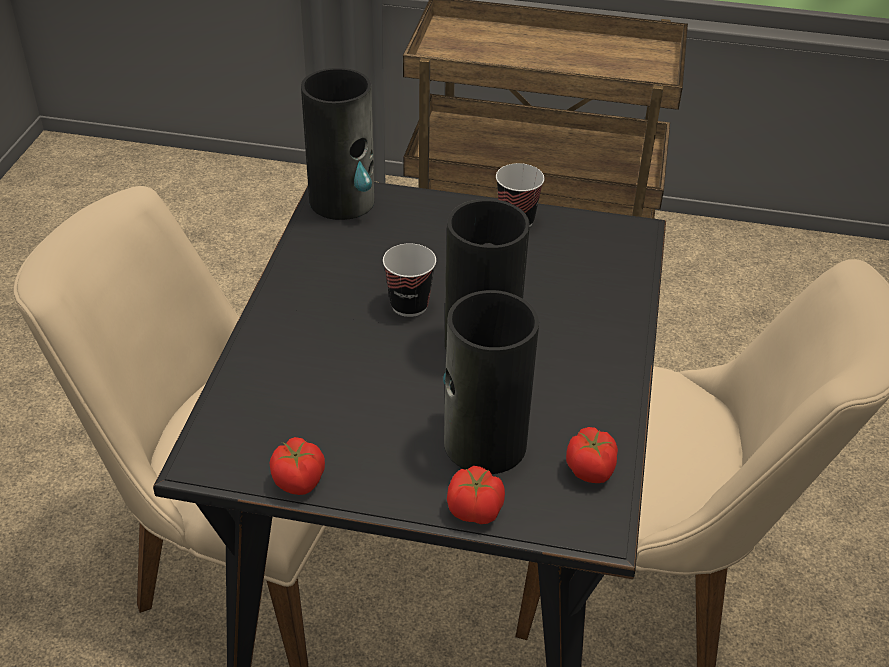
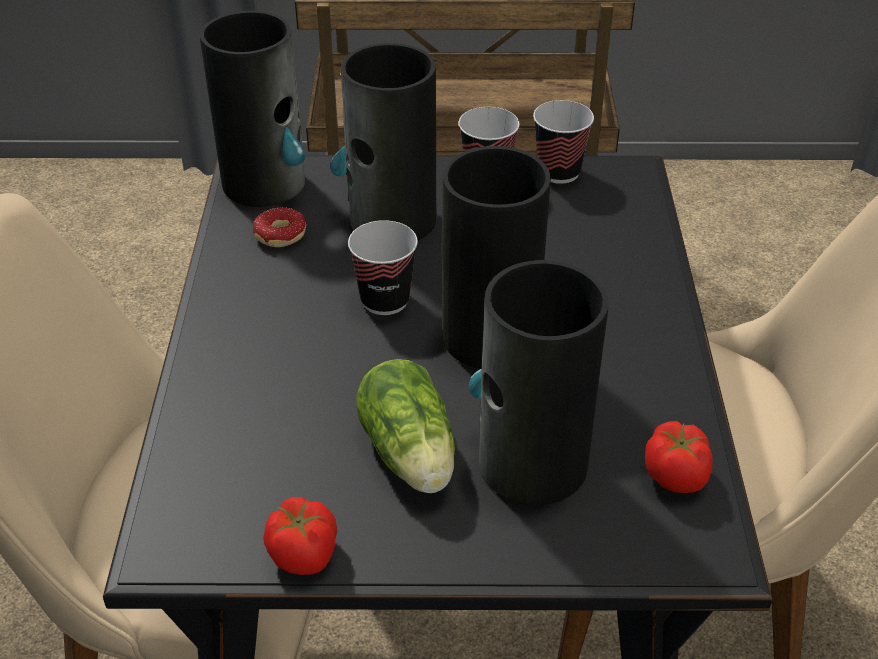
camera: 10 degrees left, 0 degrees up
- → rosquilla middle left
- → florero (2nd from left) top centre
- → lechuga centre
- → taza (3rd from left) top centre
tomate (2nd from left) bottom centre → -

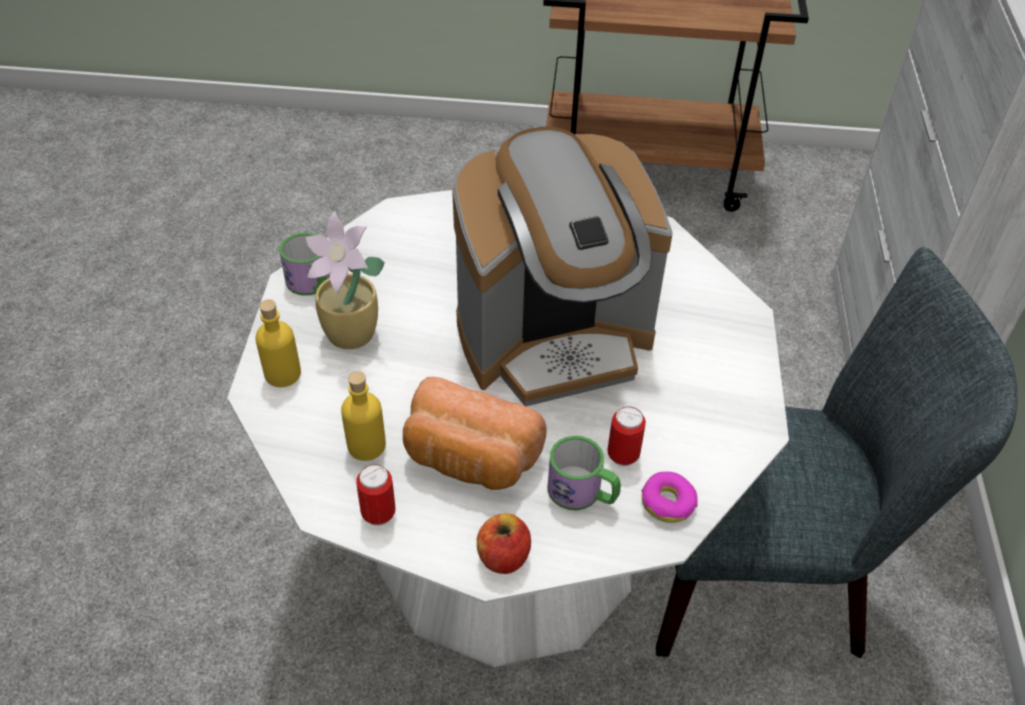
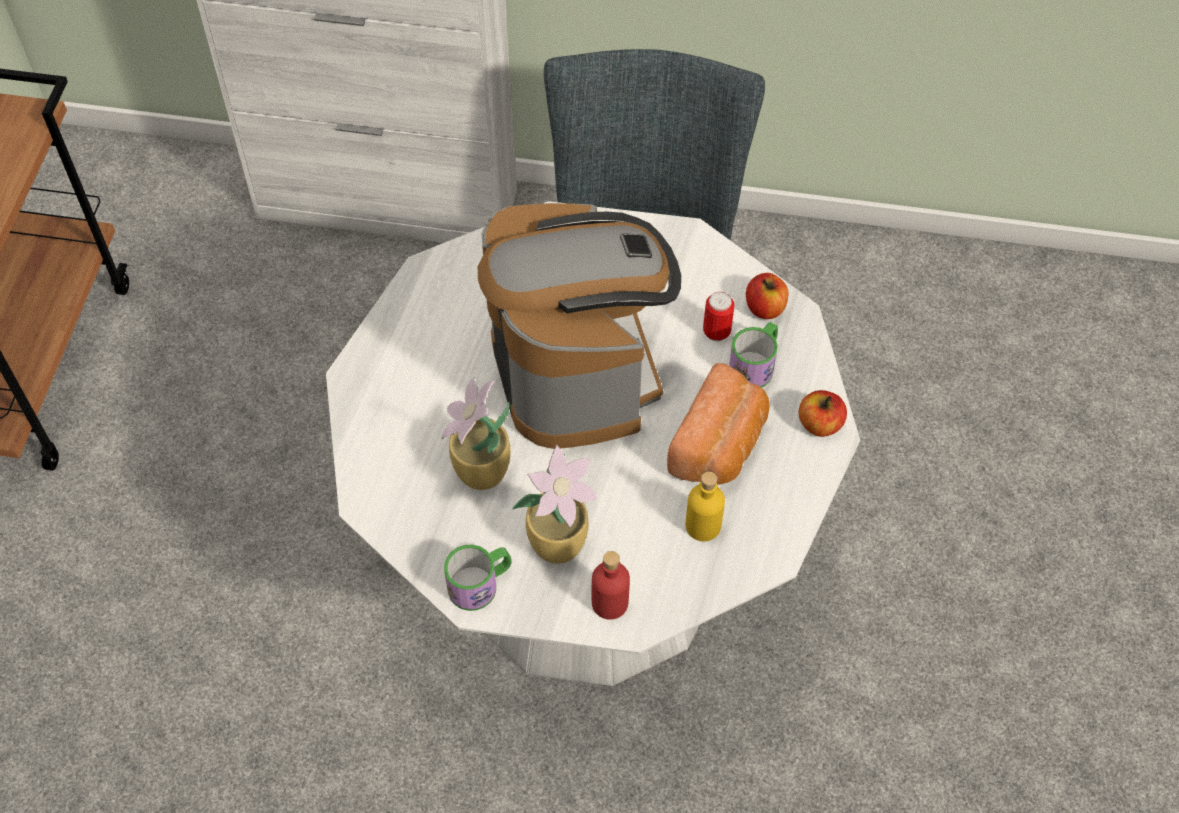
camera: 85 degrees left, 10 degrees up
- → planta en maceta (1st from left) centre
botella (amarillo) (1st from left) middle left → botella (rojo) bottom centre
rosquilla bottom centre → manzana (1st from left) centre
lata (1st from left) bottom centre → -

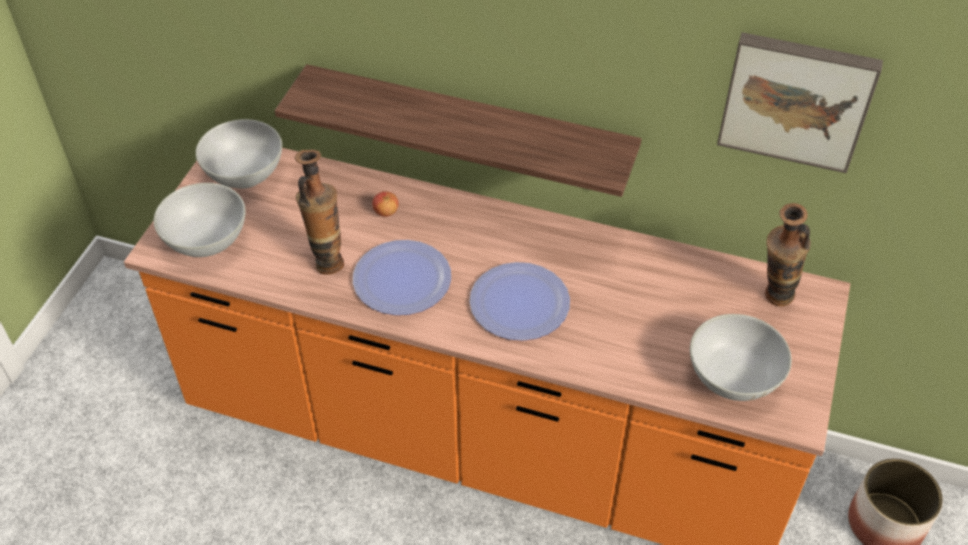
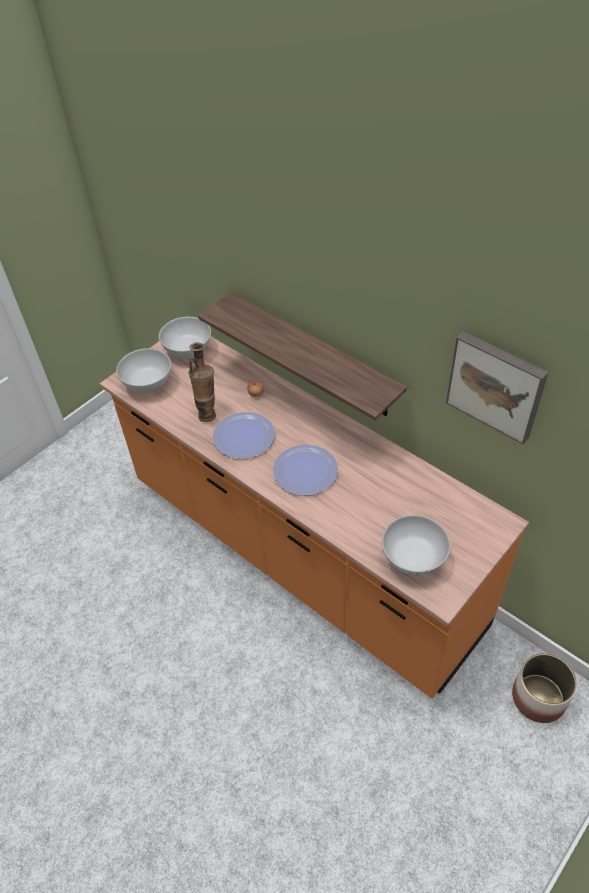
camera: 25 degrees right, 0 degrees up
florero (2nd from left) middle right → -

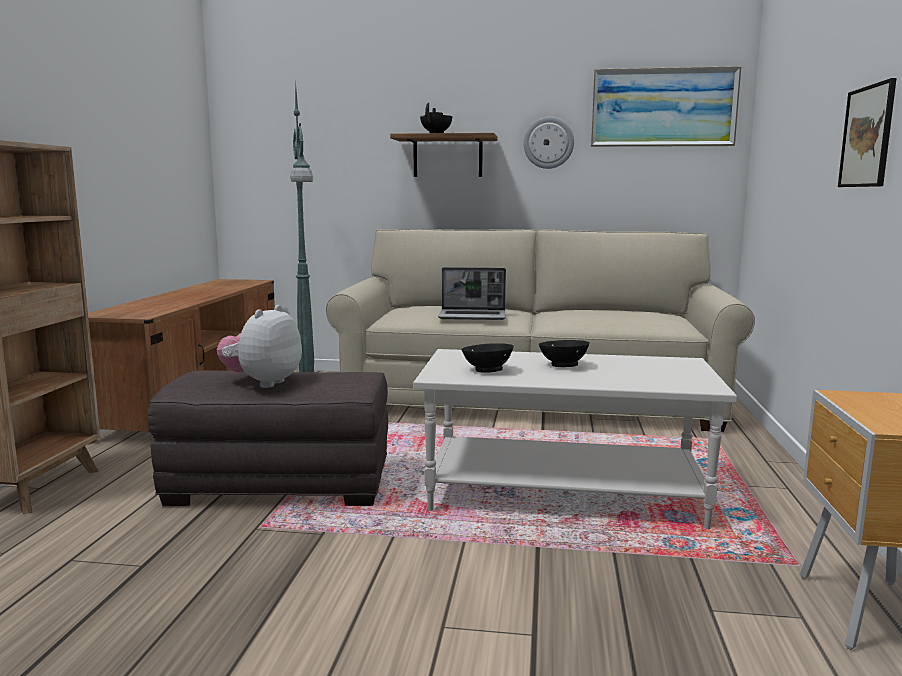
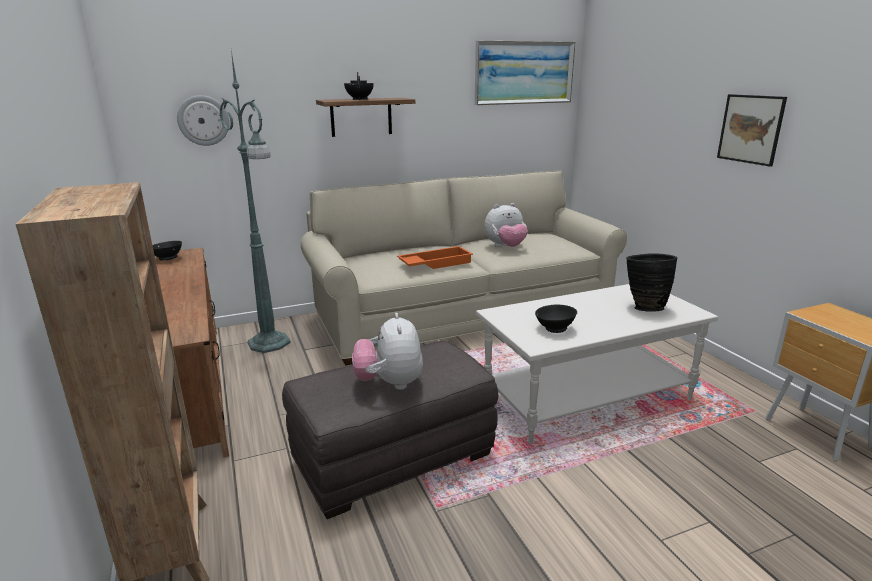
camera: 30 degrees left, 10 degrees up
cuenco (negro) (2nd from left in the first image) centre → cuenco (negro) (1st from left) middle left, move
reloj de pared top centre → reloj de pared top left, move
portátil centre → bandeja (naranja) centre
- → peluche (2nd from left) centre
- → florero (negro) middle right

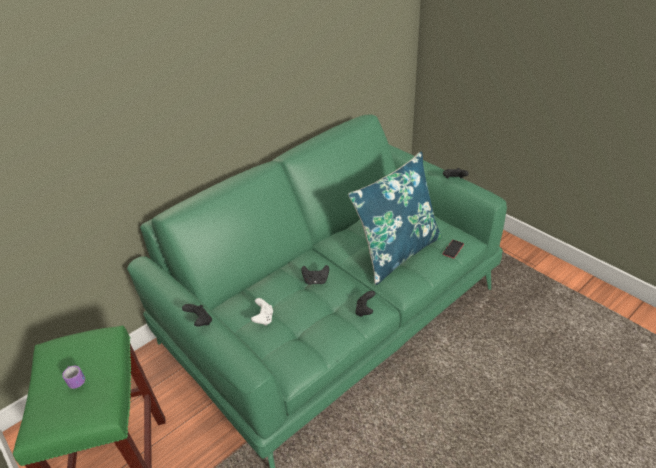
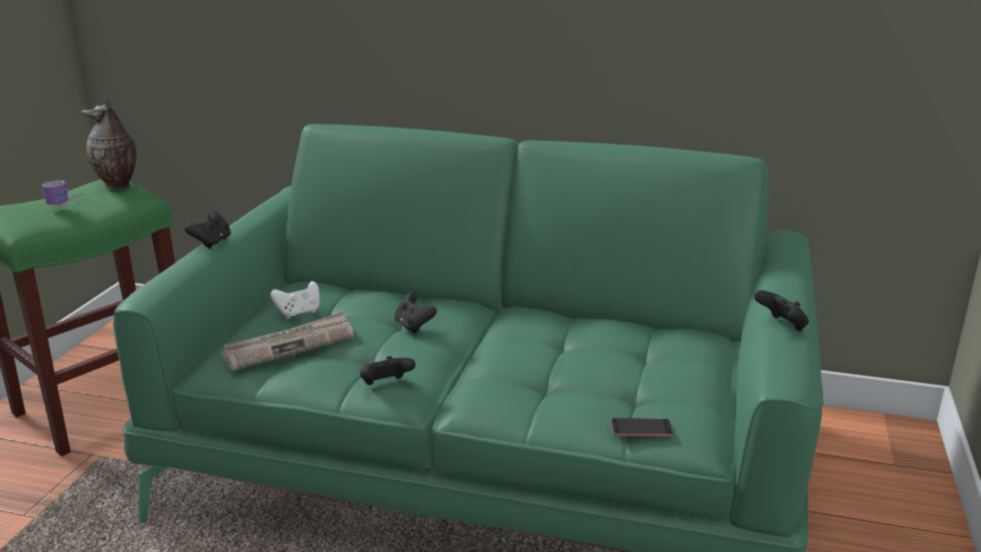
camera: 55 degrees right, 15 degrees down
- → florero top left
- → periódico middle left
cojín (azul) centre → -

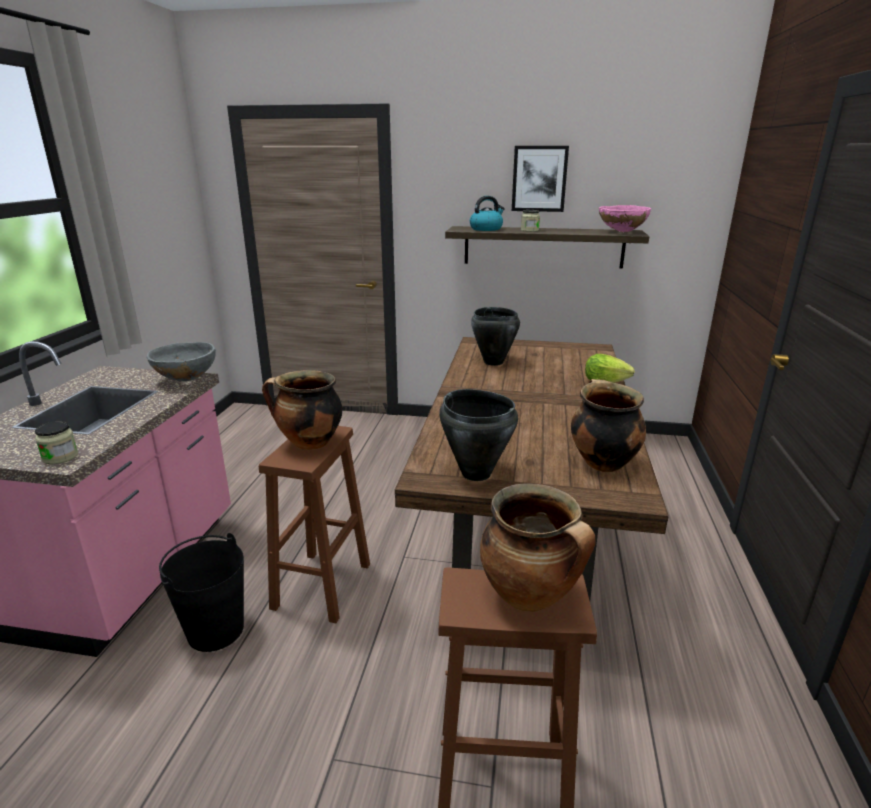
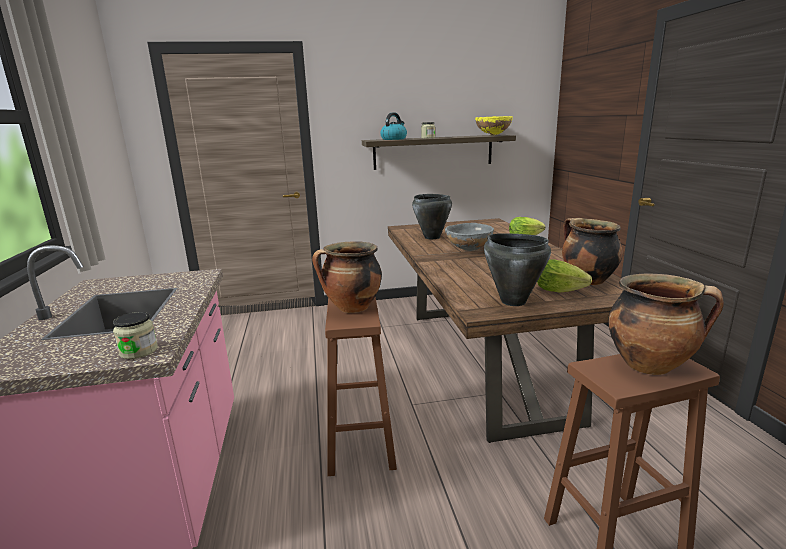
camera: 20 degrees left, 5 degrees down
cuenco (gris) middle left → cuenco (gris) centre, move
cuenco (rosa) top right → cuenco (amarillo) top centre
- → lechuga (2nd from left) middle right
cubo (negro) bottom left → -
cuadro top centre → -

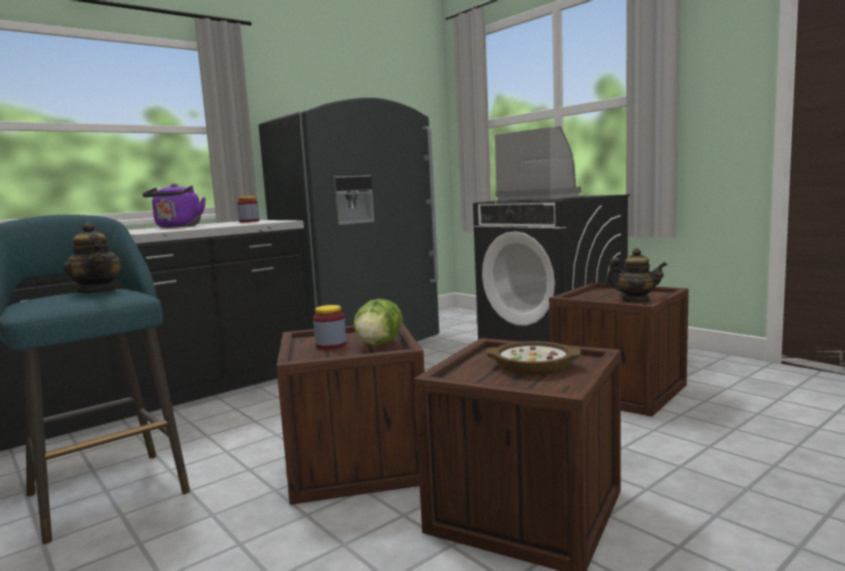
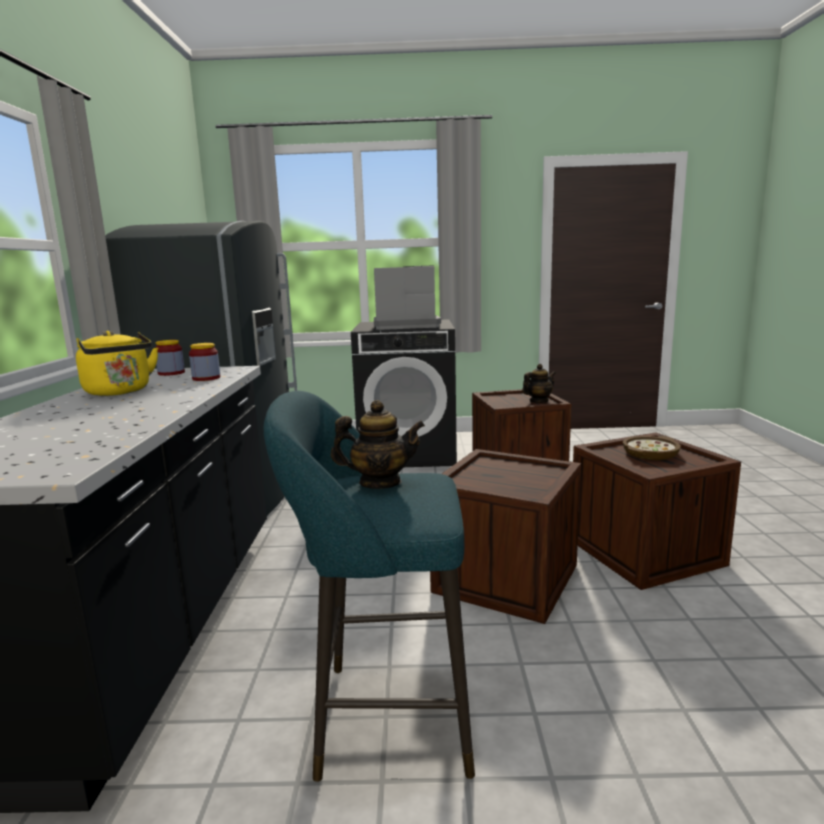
camera: 50 degrees left, 5 degrees up
hervidor (morado) middle left → hervidor (amarillo) middle left
tarro (2nd from left) centre → tarro (2nd from left) middle left, move
lechuga centre → -

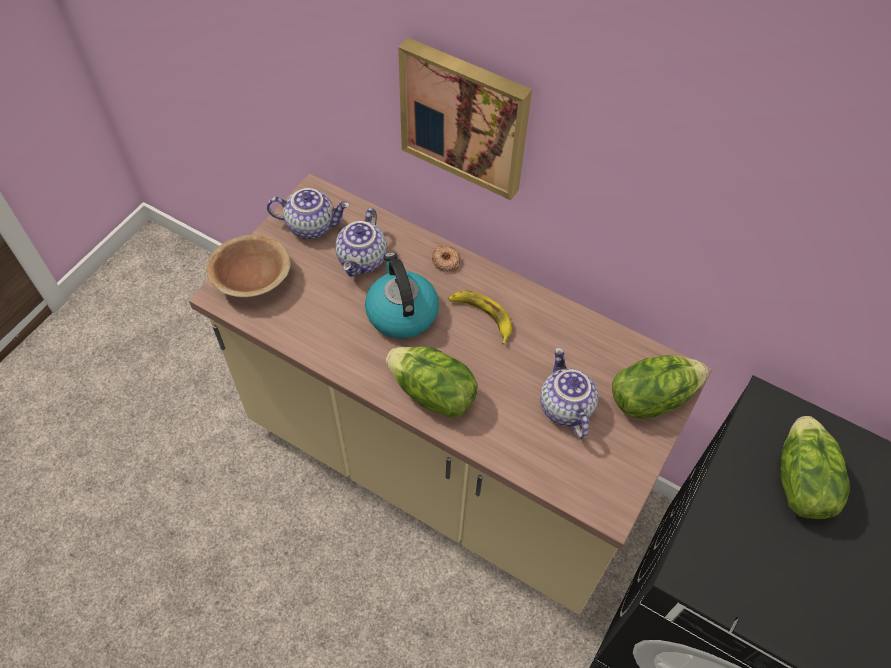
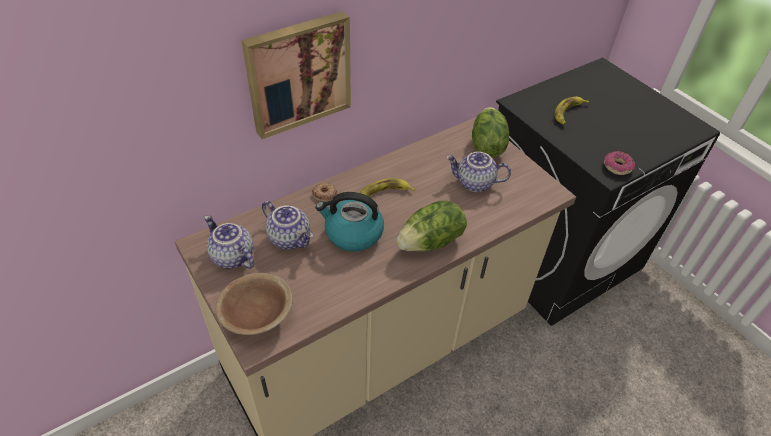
camera: 65 degrees left, 10 degrees down
tetera (1st from left) top centre → tetera (1st from left) middle left, 75 degrees counterclockwise
lechuga (3rd from left) bottom right → plátano (2nd from left) top right
- → rosquilla (2nd from left) middle right

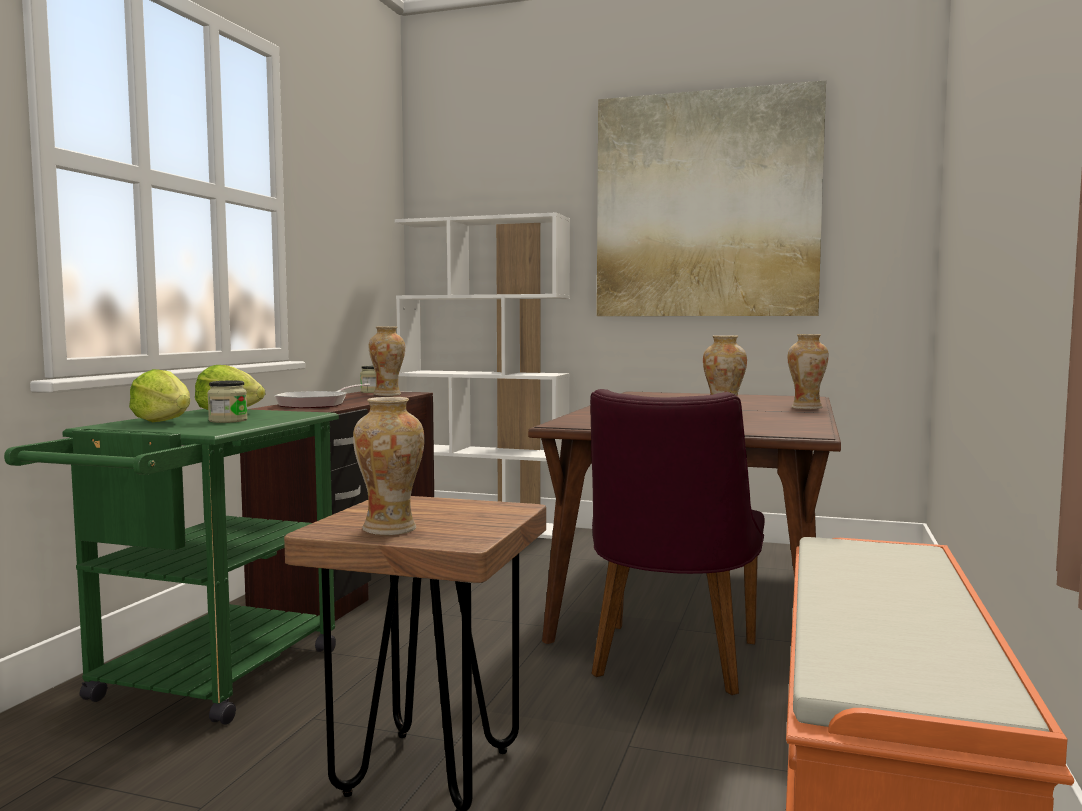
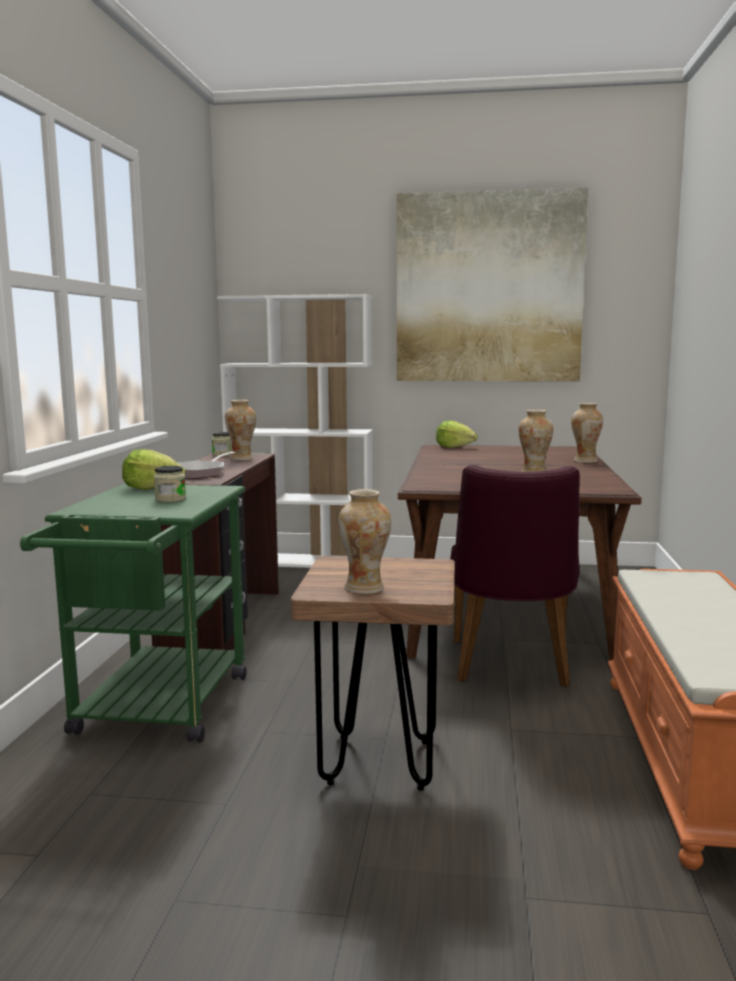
camera: 10 degrees left, 5 degrees up
lechuga (1st from left in the first image) middle left → lechuga (2nd from left) centre, move

